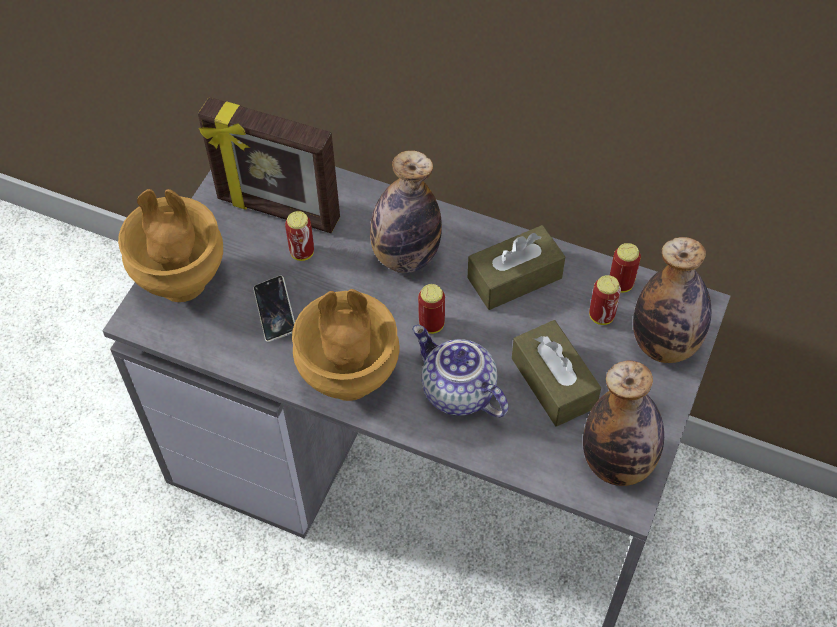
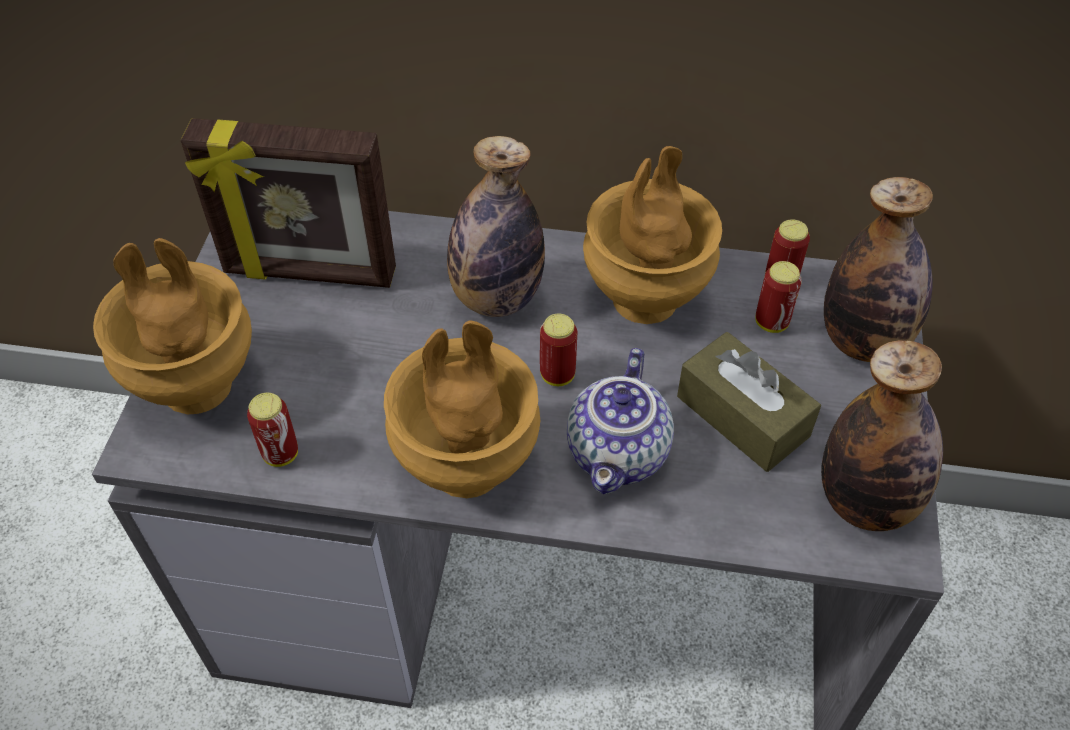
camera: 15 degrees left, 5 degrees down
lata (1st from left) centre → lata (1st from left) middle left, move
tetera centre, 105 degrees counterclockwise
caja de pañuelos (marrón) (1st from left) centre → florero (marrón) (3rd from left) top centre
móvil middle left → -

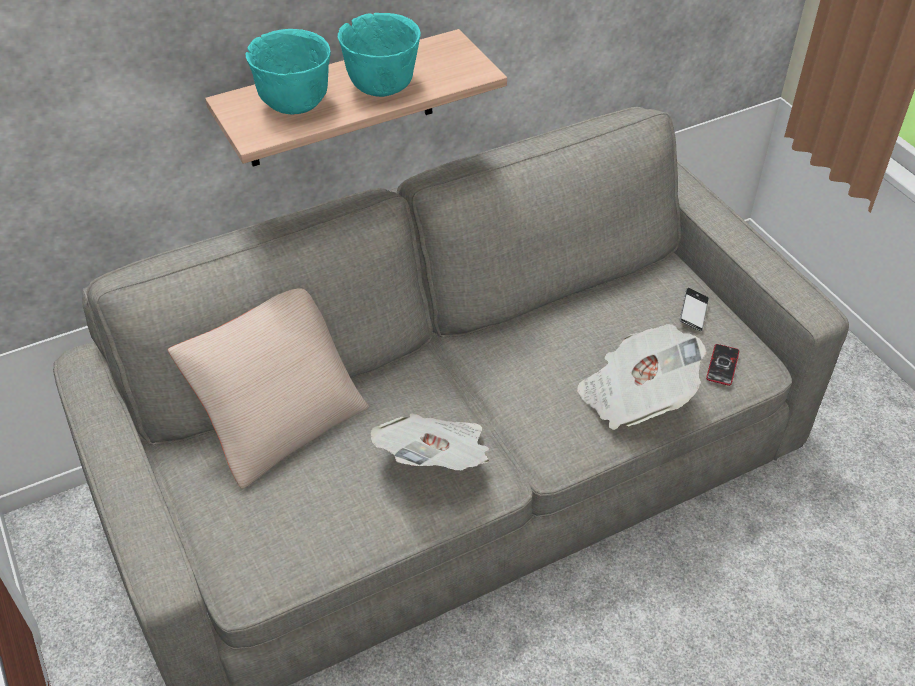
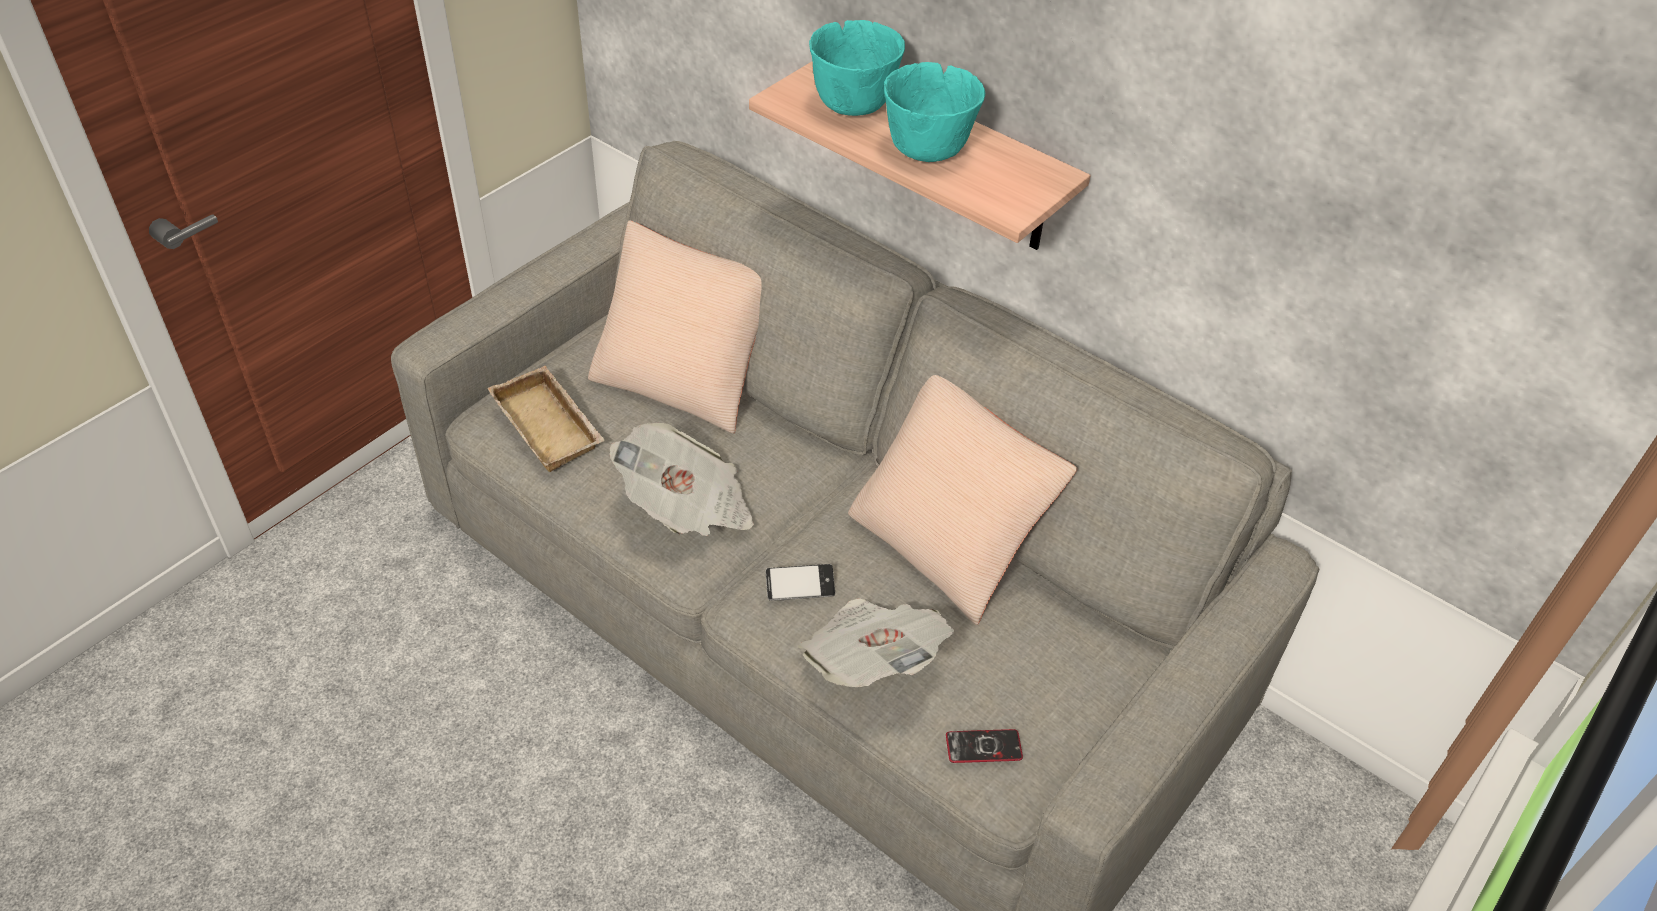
camera: 65 degrees right, 0 degrees up
- → bandeja (beis) middle left
móvil (1st from left) middle right → móvil (1st from left) centre, move
- → cojín (beis) (2nd from left) centre

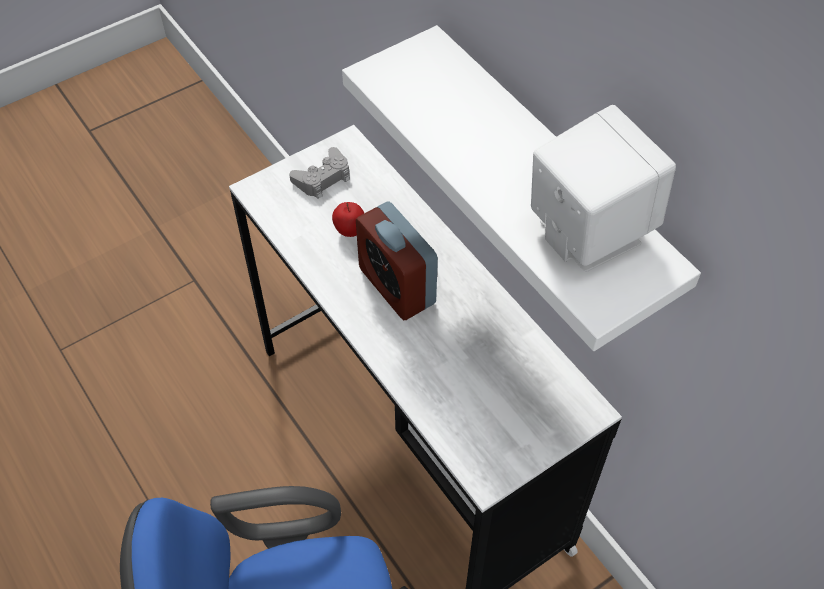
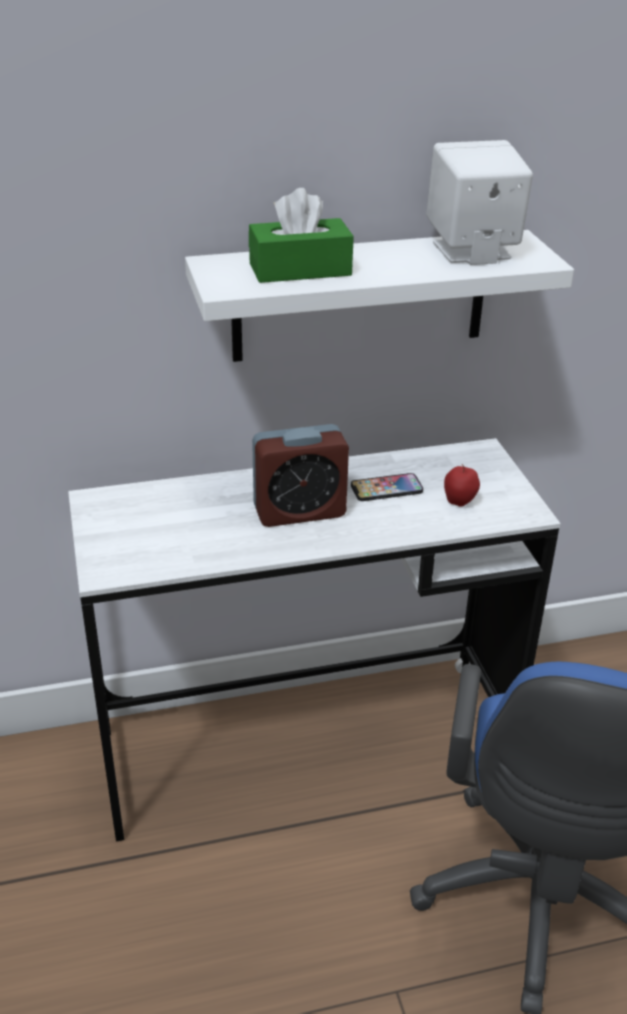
camera: 70 degrees left, 20 degrees down
- → caja de pañuelos (verde) top centre
- → móvil centre
manzana centre → manzana middle right, move
mando de consola (gris) top centre → -

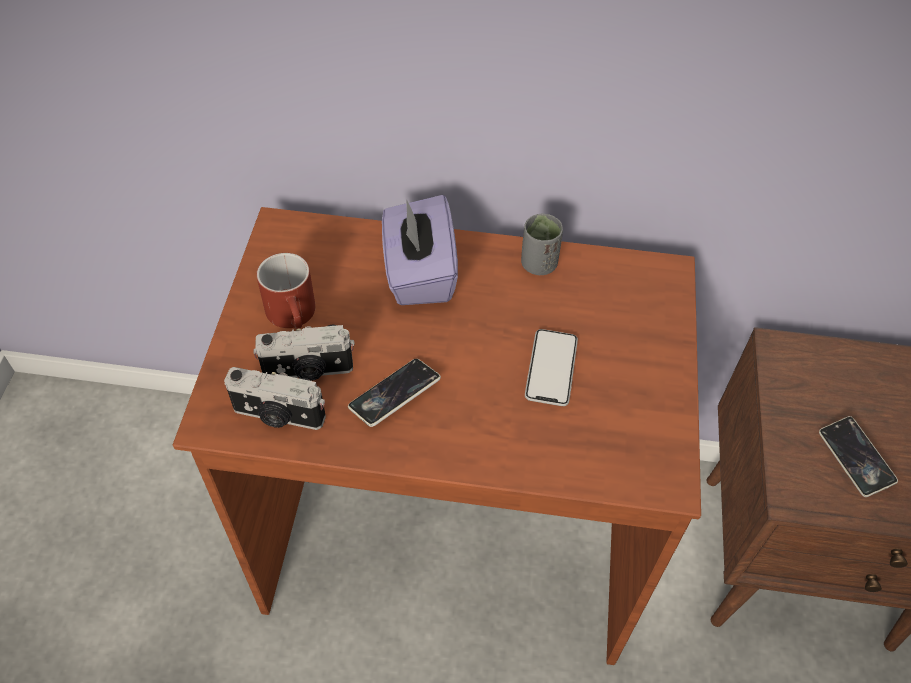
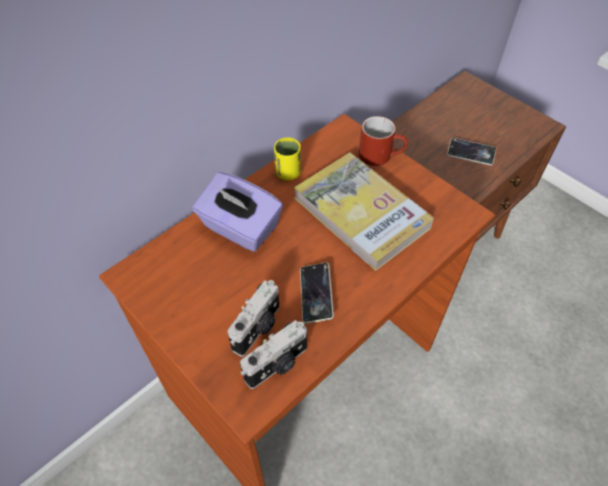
camera: 50 degrees left, 0 degrees up
taza (gris) centre → taza (amarillo) top centre
móvil (2nd from left) centre → libro centre
taza grande (rojo) middle left → taza grande (rojo) top centre, move

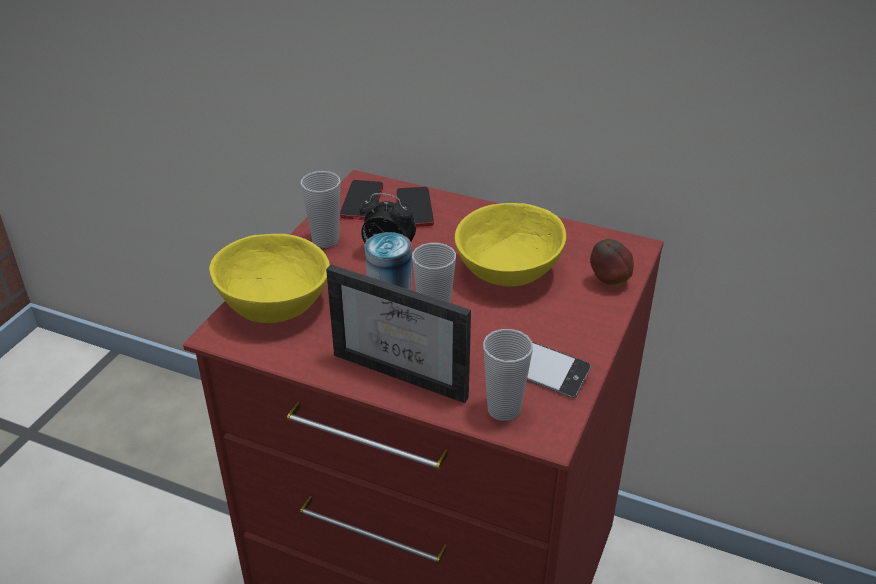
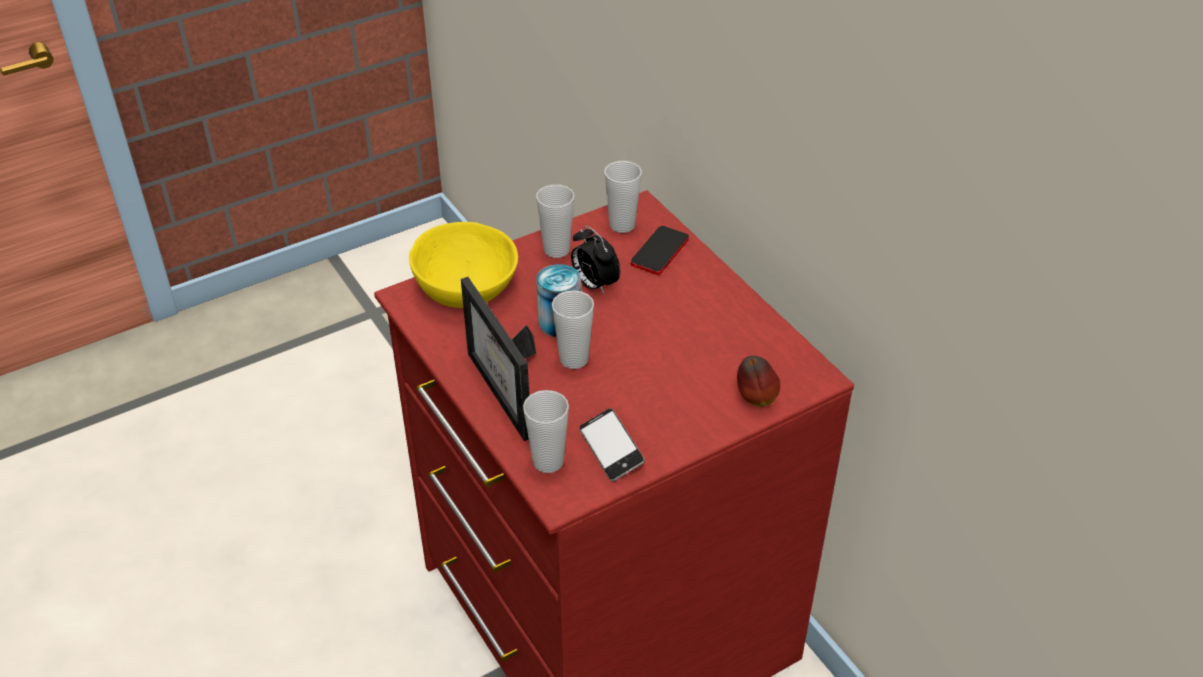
camera: 35 degrees right, 5 degrees up
móvil (1st from left) centre → taza (4th from left) top centre
cuenco (amarillo) (2nd from left) centre → -

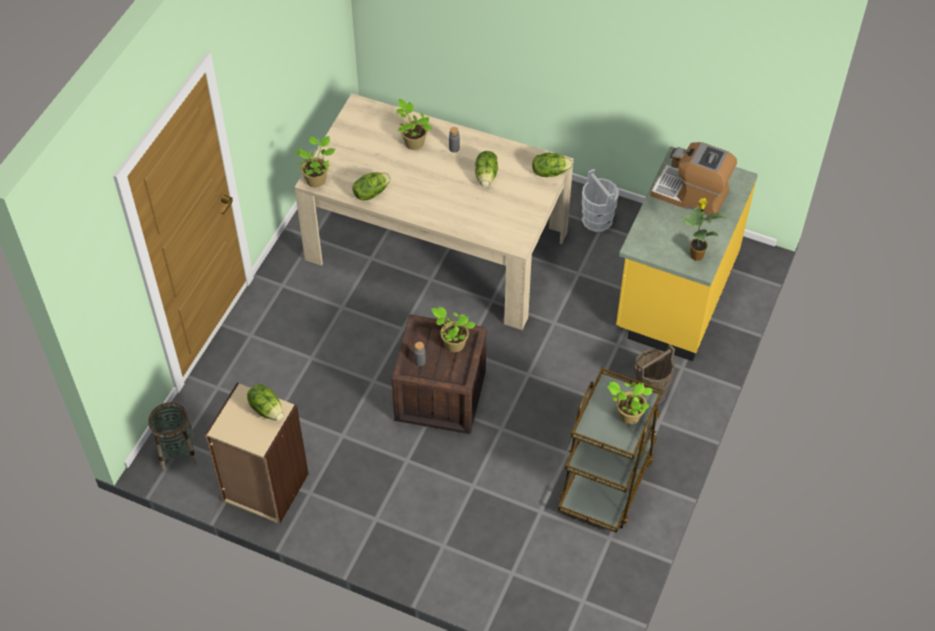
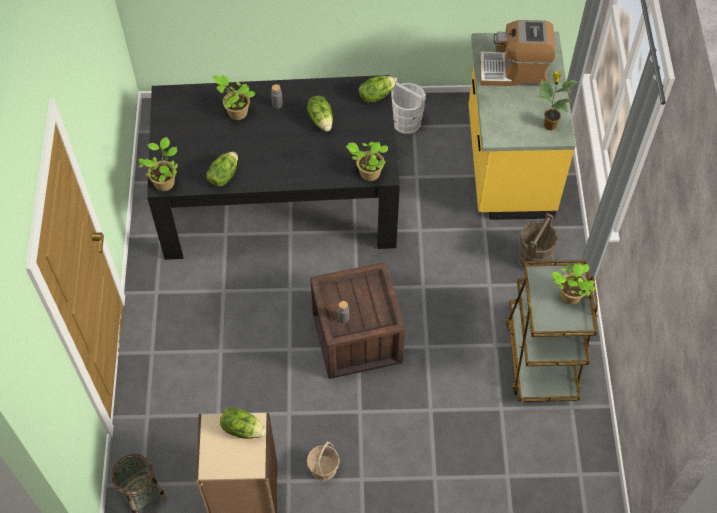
camera: 25 degrees left, 5 degrees up
mesa de comedor (beis) centre → mesa de comedor (negro) top centre
- → cesta (2nd from left) bottom centre
planta en maceta (3rd from left) centre → planta en maceta (3rd from left) top centre, move

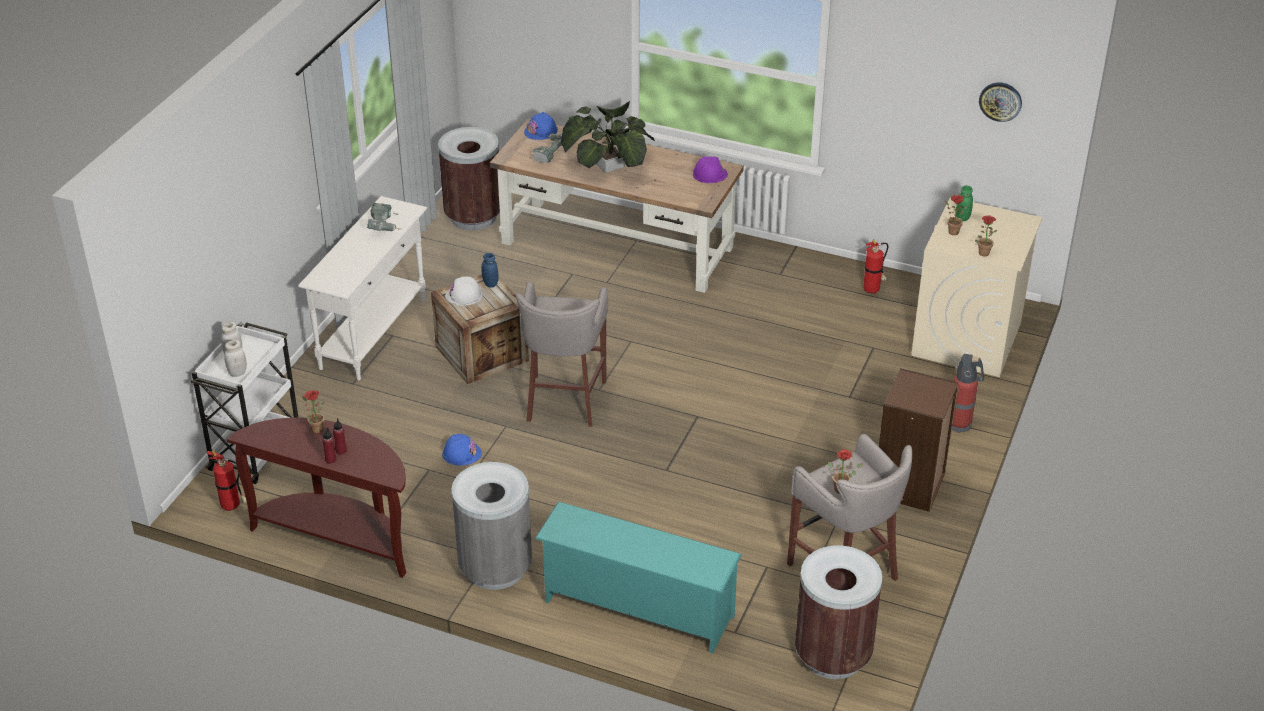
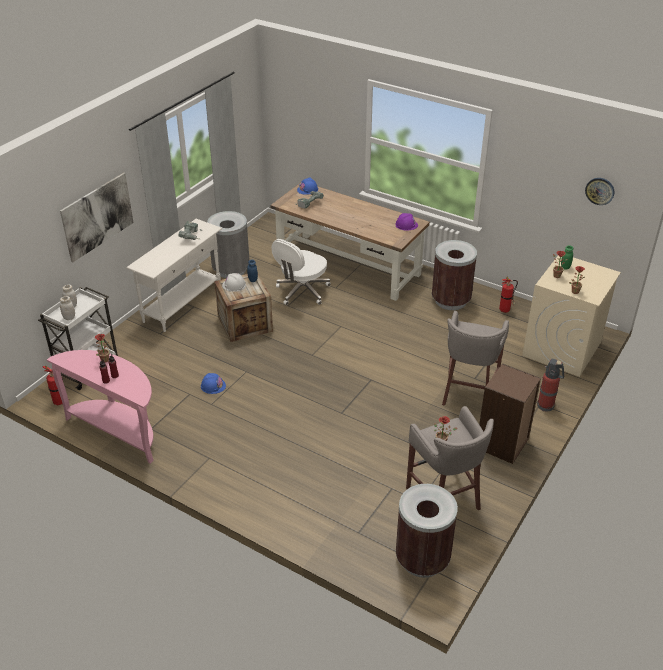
camera: 10 degrees right, 0 degrees up
mesa consola (marrón) bottom left → mesa consola (rosa) middle left
- → cuadro top left
papelera (gris) bottom centre → papelera (gris) centre, move
- → silla de oficina (blanco) centre
papelera (marrón) (1st from left in the first image) top centre → papelera (marrón) (2nd from left) middle right, move
taburete (gris) (1st from left in the first image) centre → taburete (gris) (2nd from left) middle right, move
zapatero (turquesa) bottom centre → -
planta en maceta (2nd from left) top centre → -

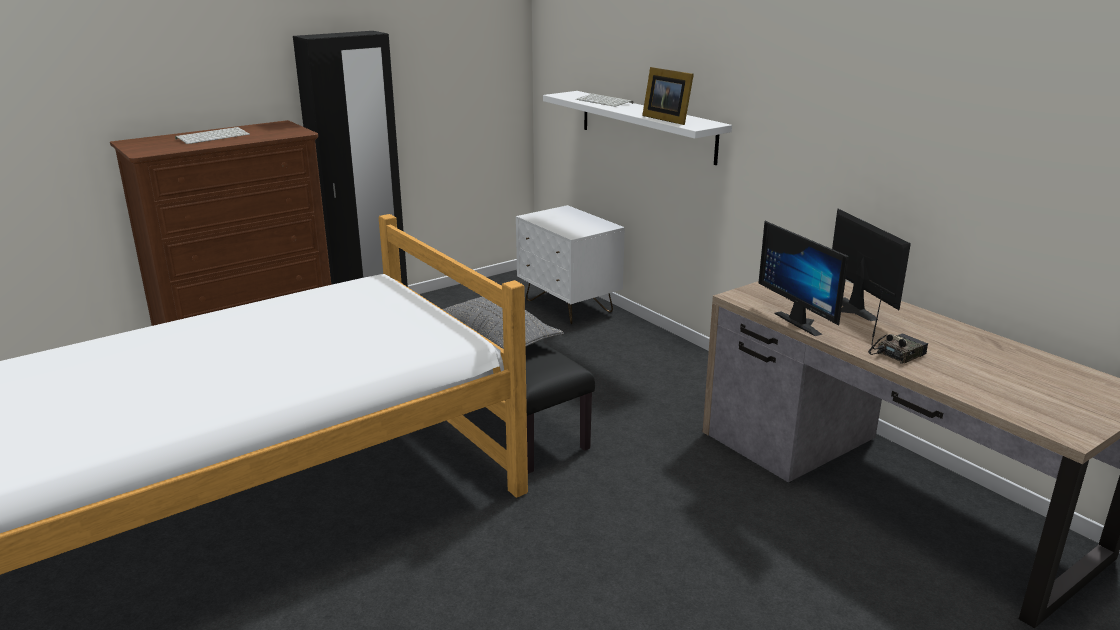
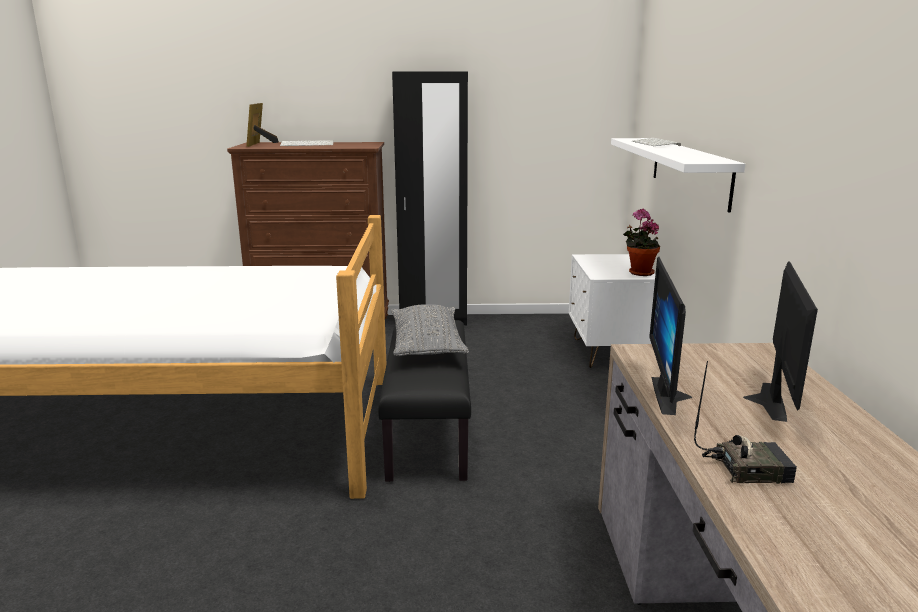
camera: 35 degrees right, 5 degrees down
portarretratos top centre → portarretratos top left, move
- → planta en maceta middle right

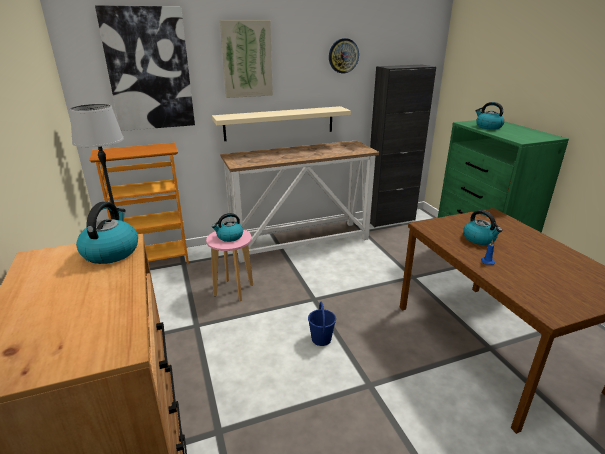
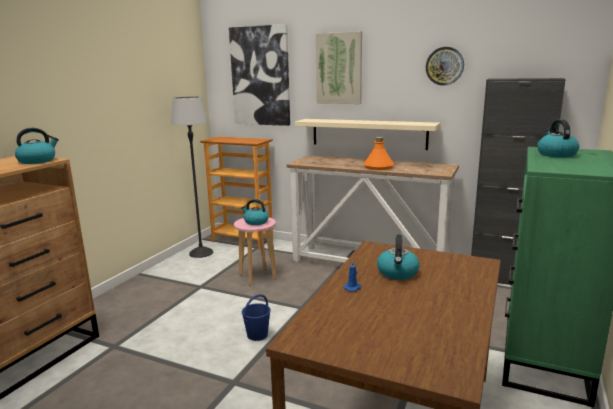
camera: 45 degrees right, 10 degrees down
- → botella (naranja) centre

